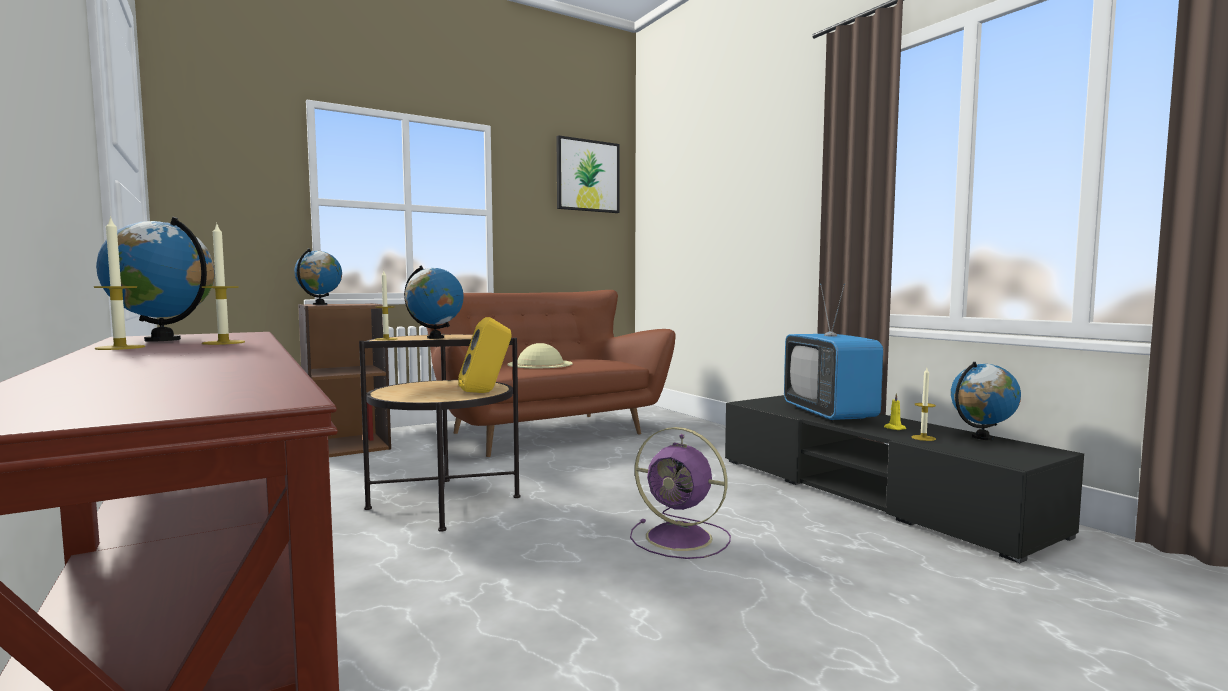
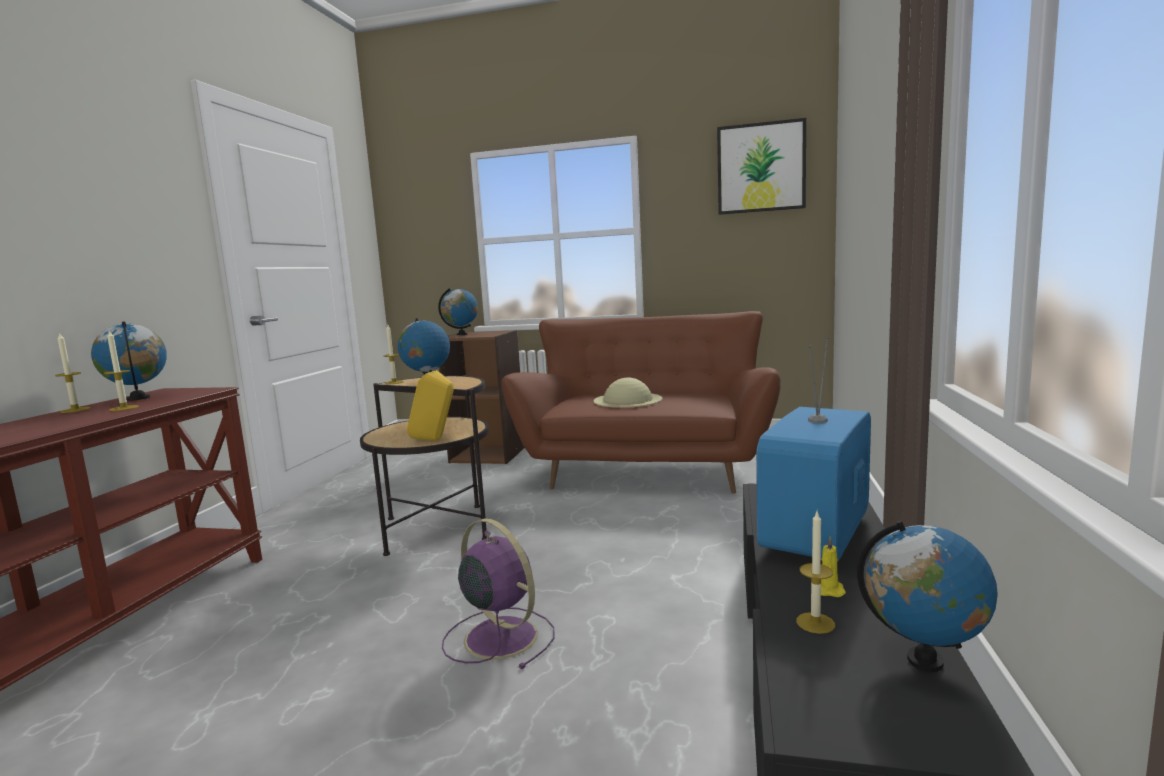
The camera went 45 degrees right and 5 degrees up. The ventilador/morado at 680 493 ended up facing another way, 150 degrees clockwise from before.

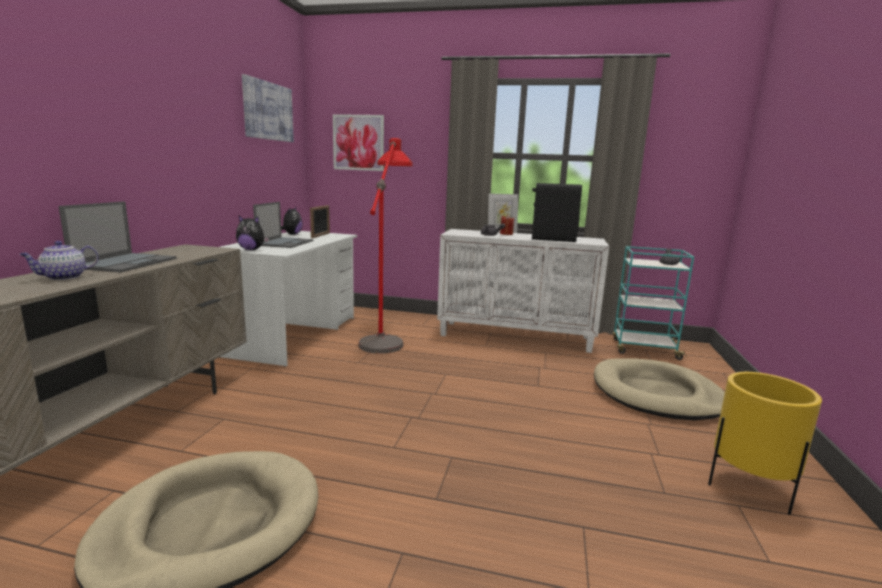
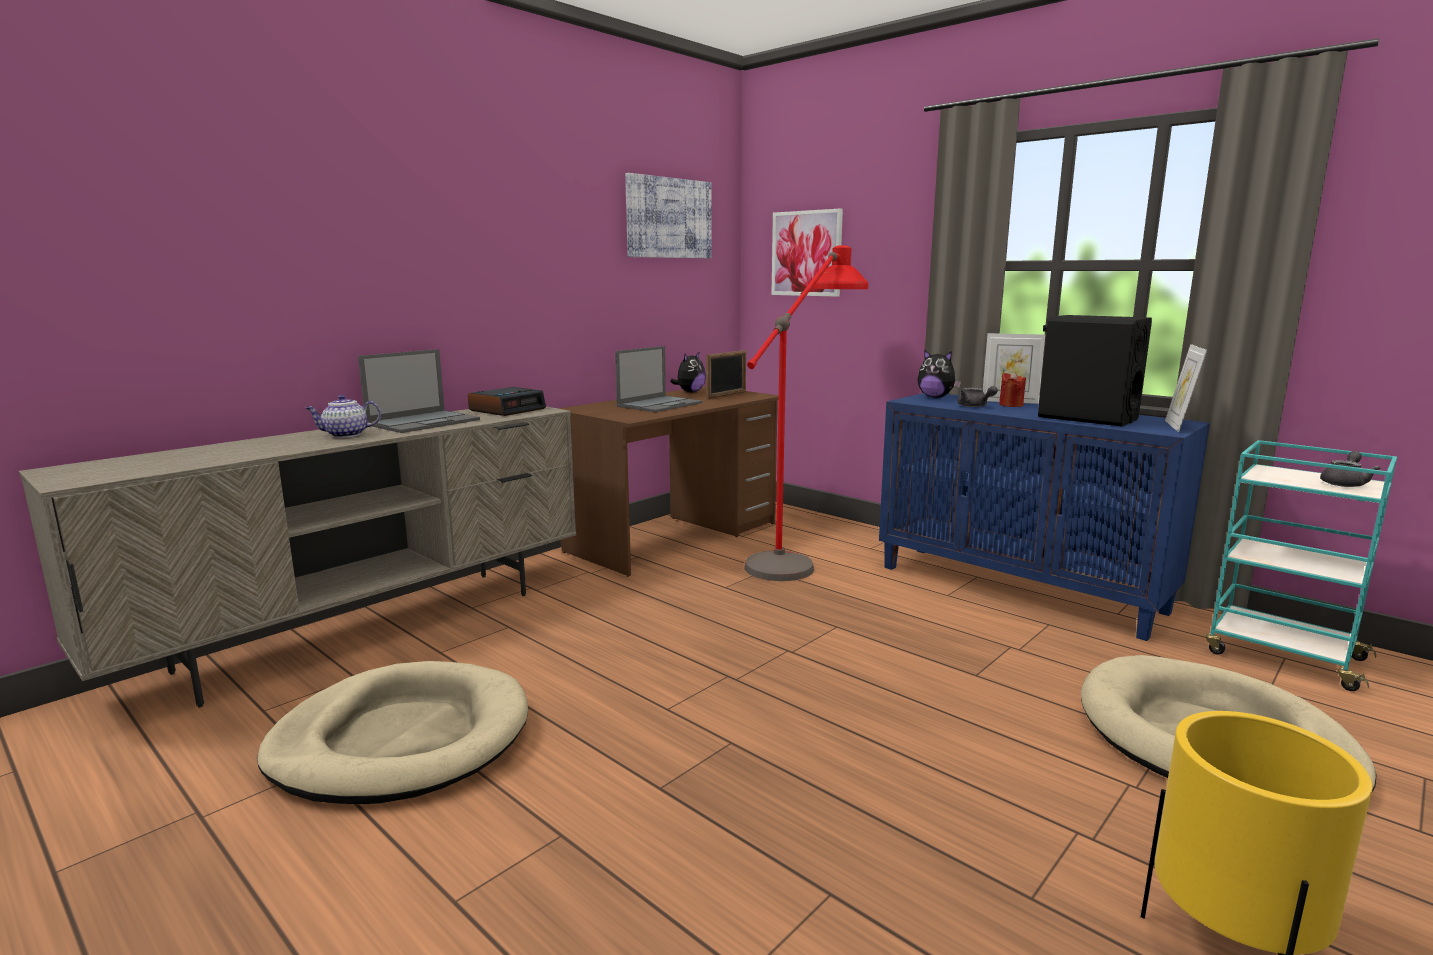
The camera went 30 degrees right and 0 degrees up. What was the escritorio/blanco at 288 299 turned into the escritorio/marrón at 668 481. The peluche ended up elsewhere, having gone from 252 233 to 939 374. What was the armario/blanco at 523 291 turned into the armario/azul at 1044 517. The second view gained the despertador at 507 401. The second view gained the portarretratos at 1186 388.

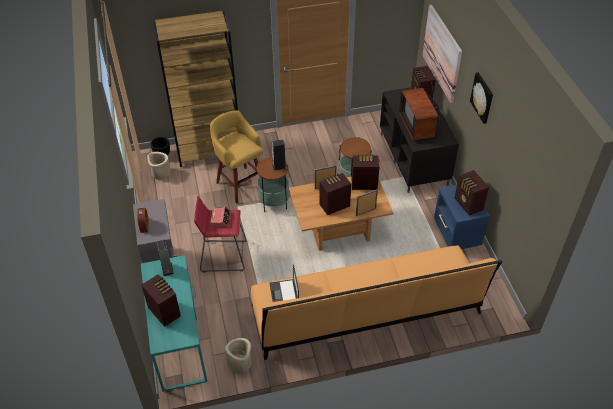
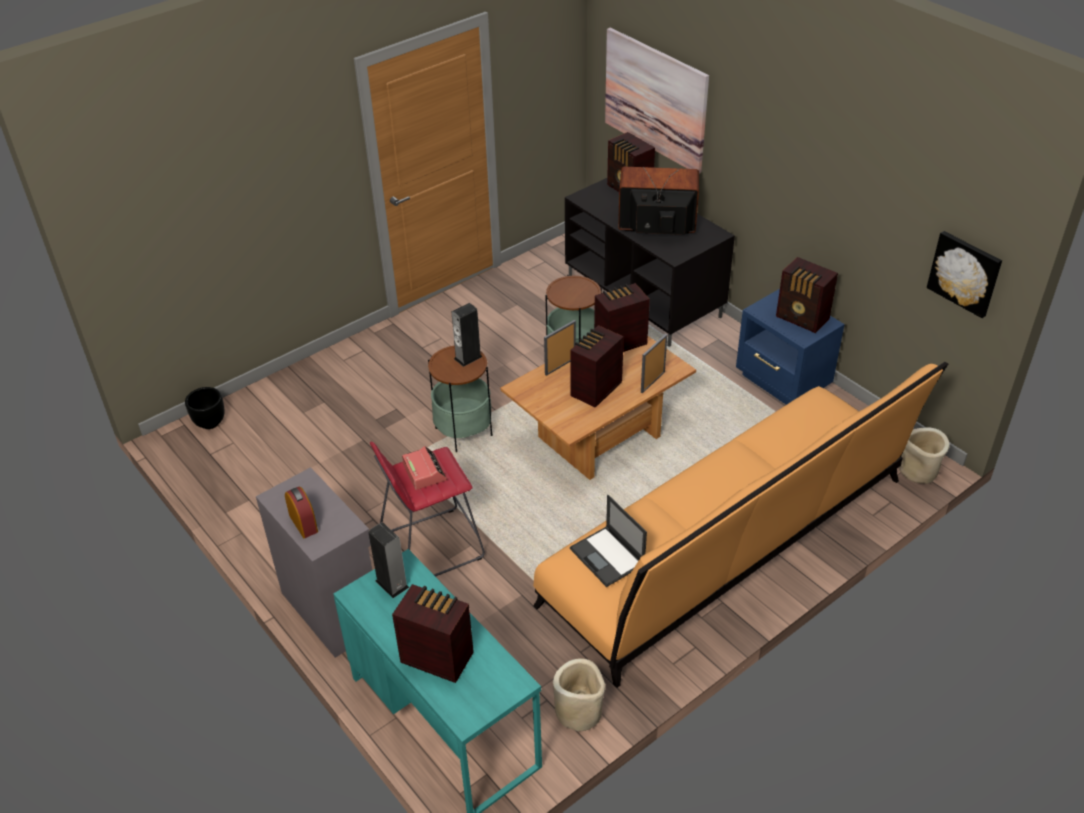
The camera went 25 degrees left and 5 degrees down. The maceta/beis ended up elsewhere, having gone from 158 166 to 924 455. The second view lost the estantería/marrón at 195 89. The second view lost the taburete/amarillo at 236 157. The televisor at 419 111 ended up facing another way, 135 degrees clockwise from before. The cuadro ended up elsewhere, having gone from 481 98 to 964 274.

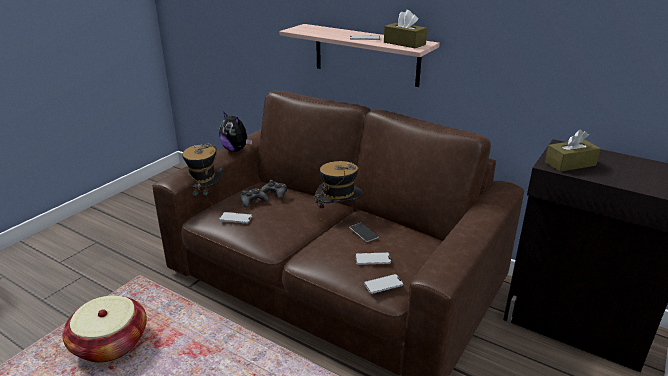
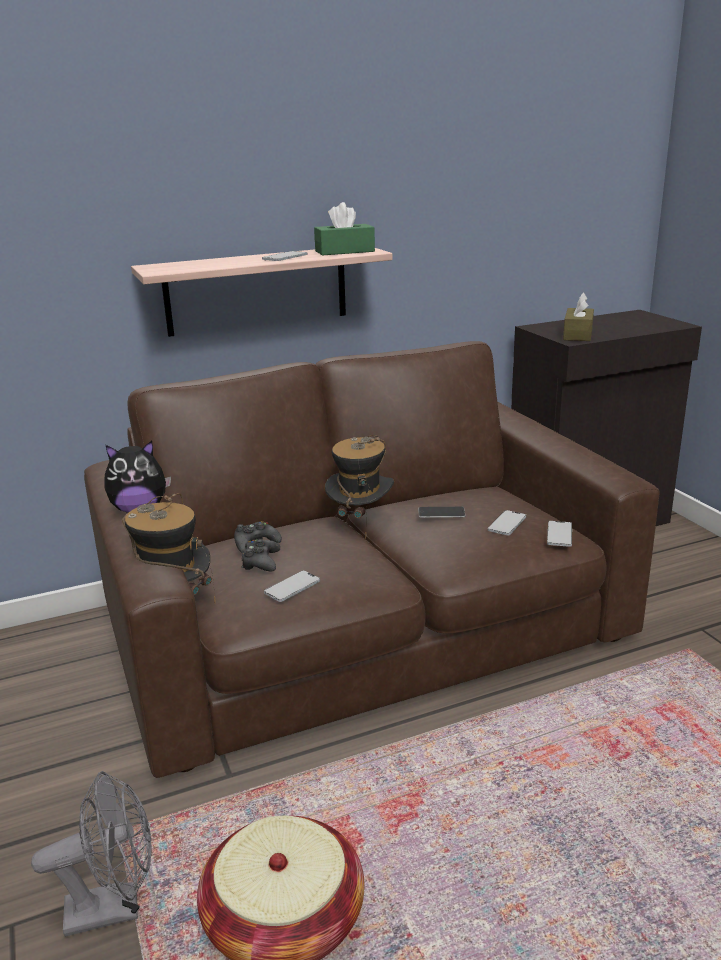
The camera went 55 degrees left and 5 degrees down. What was the caja de pañuelos/marrón at 405 29 turned into the caja de pañuelos/verde at 344 228. The second view gained the ventilador/gris at 91 854.

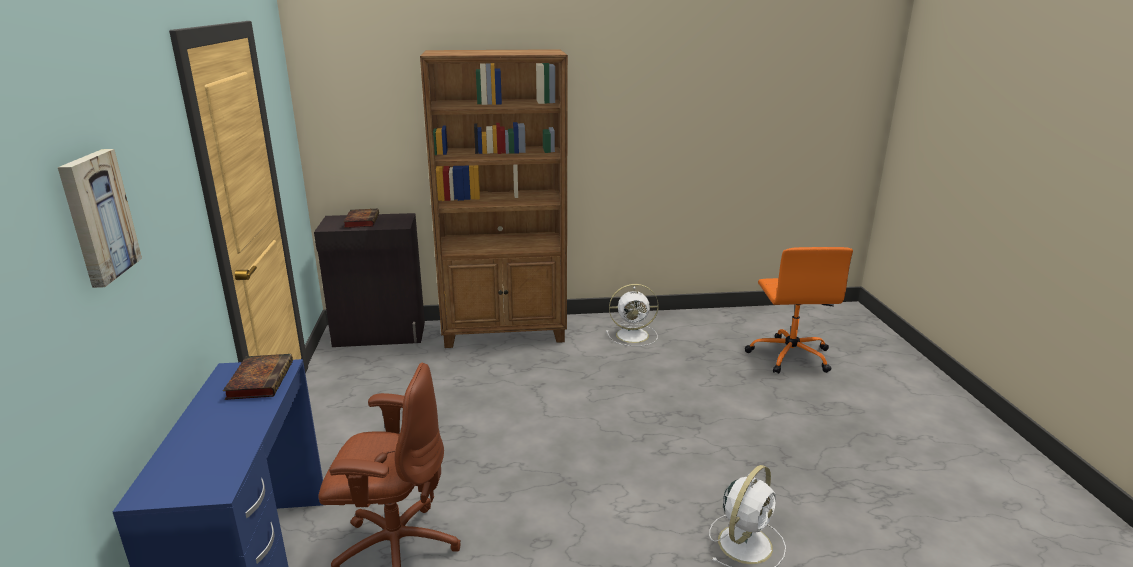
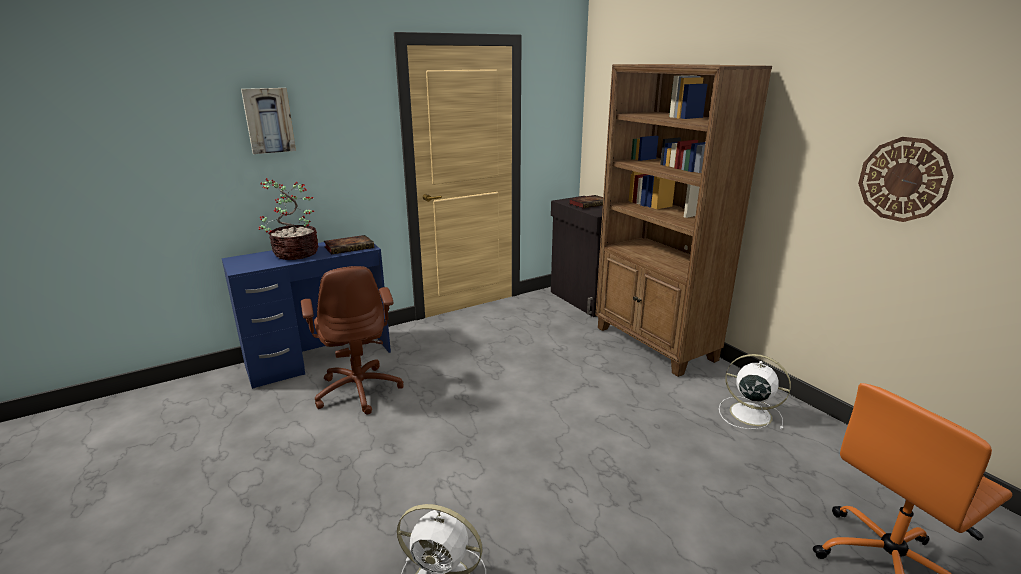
The camera went 65 degrees right and 0 degrees up. The ventilador/blanco at 632 315 ended up facing another way, 150 degrees clockwise from before. The second view gained the planta en maceta at 288 219. The second view gained the reloj de pared at 906 179.

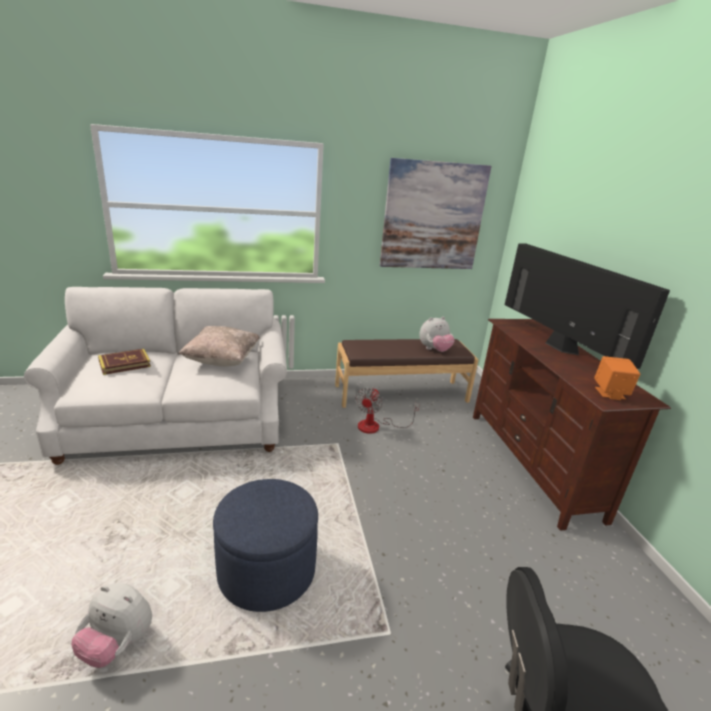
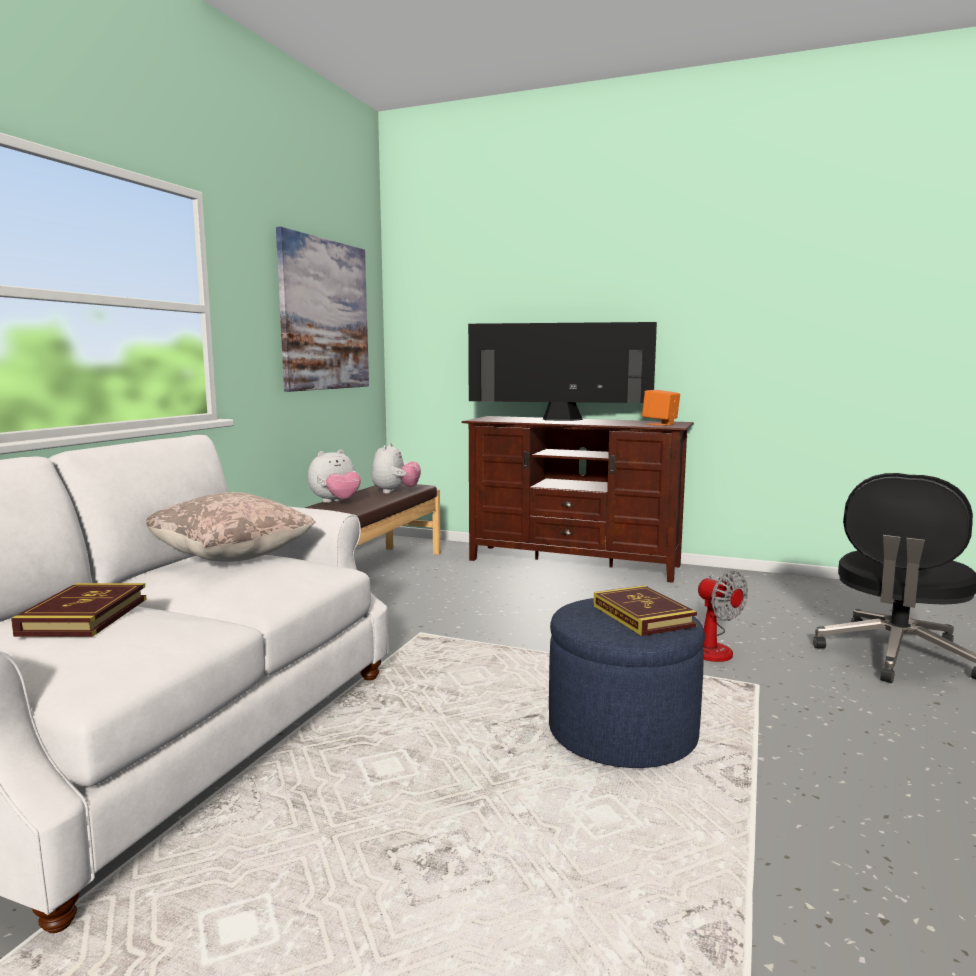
The camera went 55 degrees left and 15 degrees down. The peluche ended up elsewhere, having gone from 111 625 to 334 476. The ventilador ended up elsewhere, having gone from 387 411 to 723 616. The second view gained the libro at 645 610.

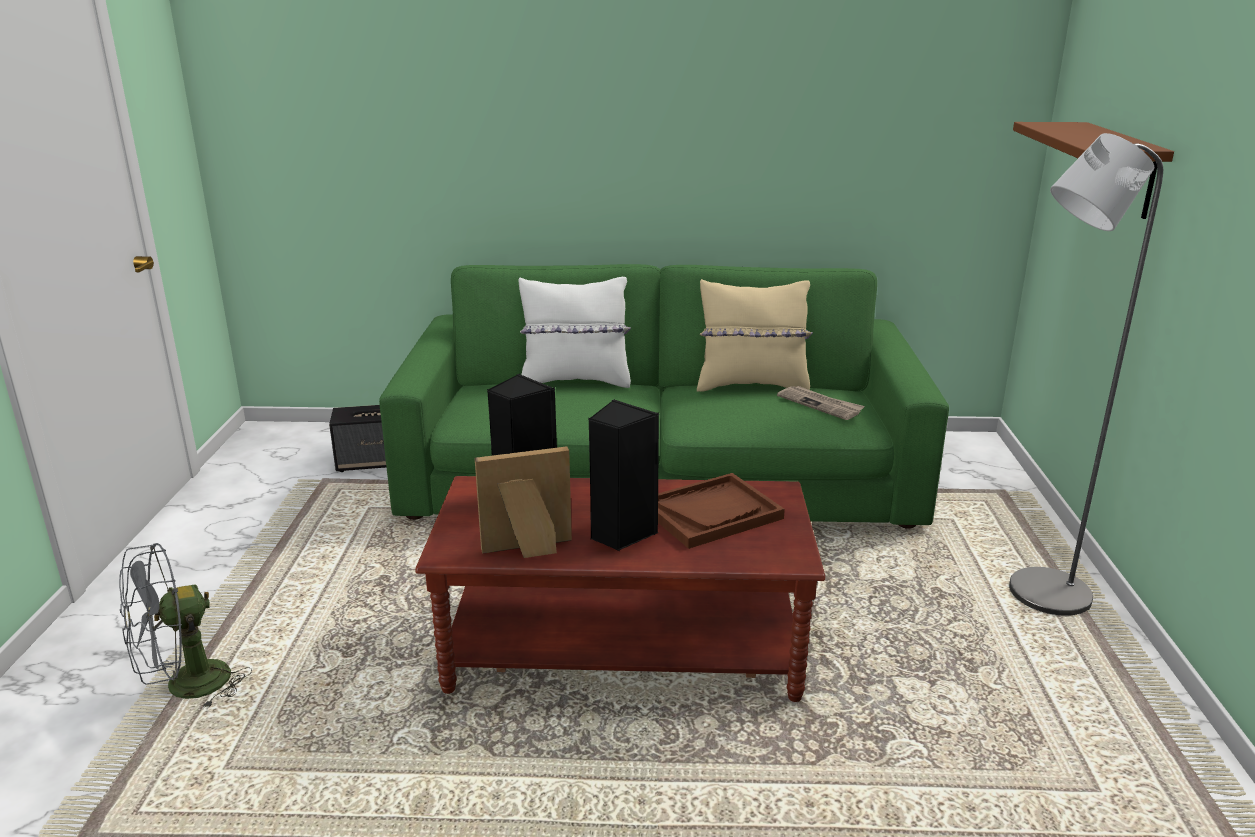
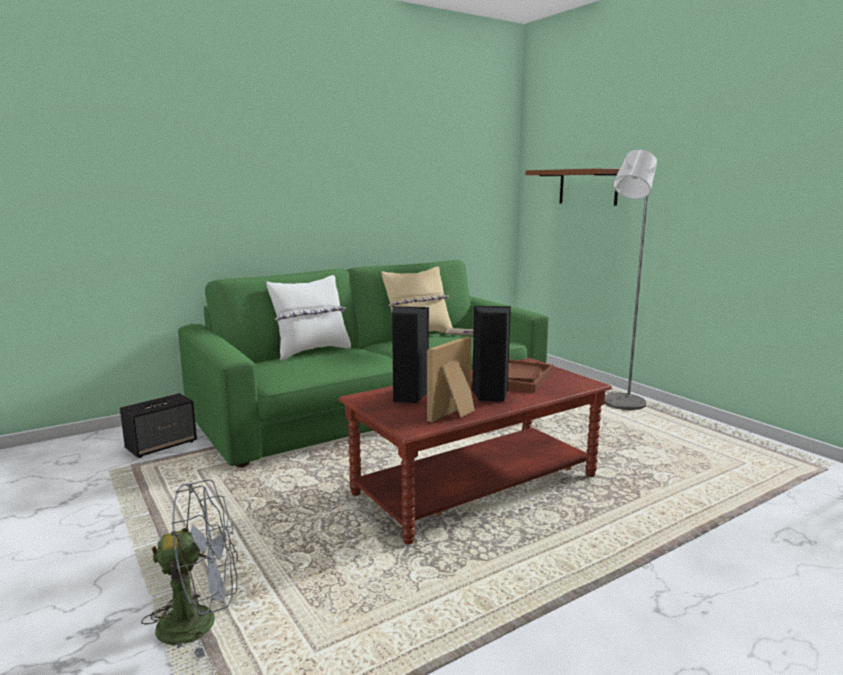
The camera went 35 degrees left and 10 degrees down. The ventilador/gris at 185 626 ended up facing another way, 120 degrees counterclockwise from before.

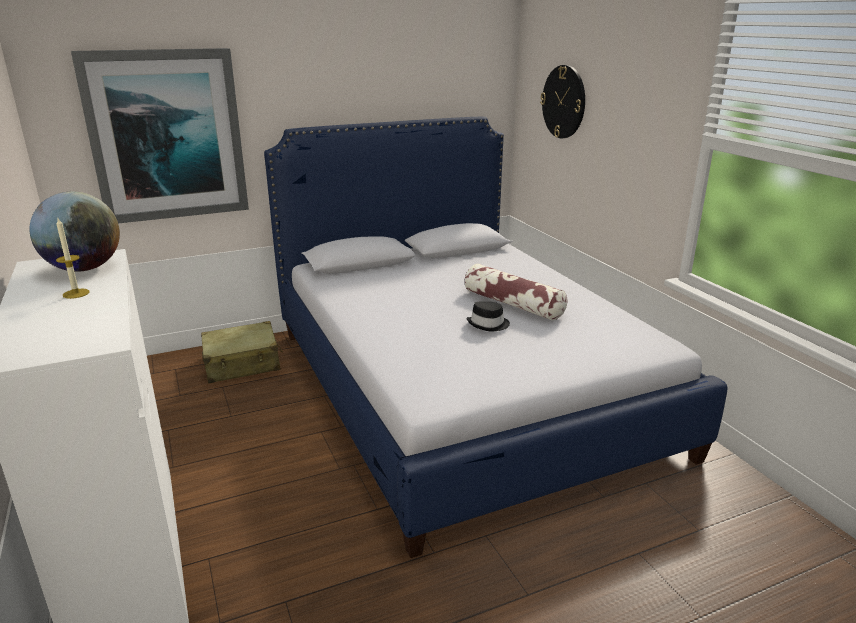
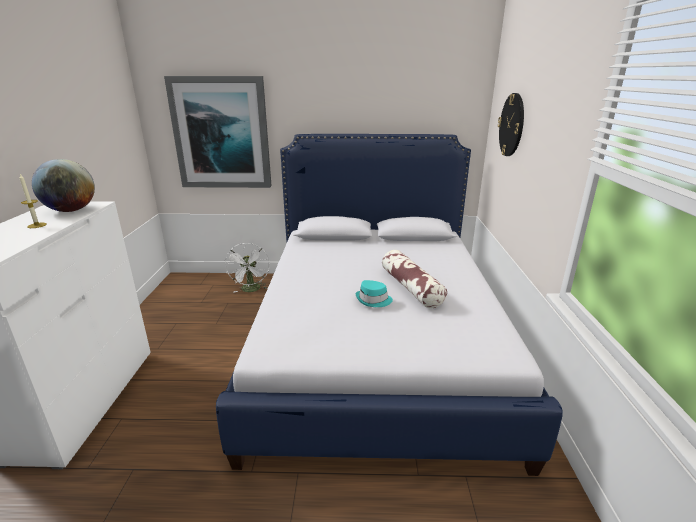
The camera went 25 degrees right and 0 degrees up. Where the maleta/beis stood at 242 352, the ventilador/blanco came to stand at 247 268. What was the sombrero/negro at 488 316 turned into the sombrero/turquesa at 374 293.

